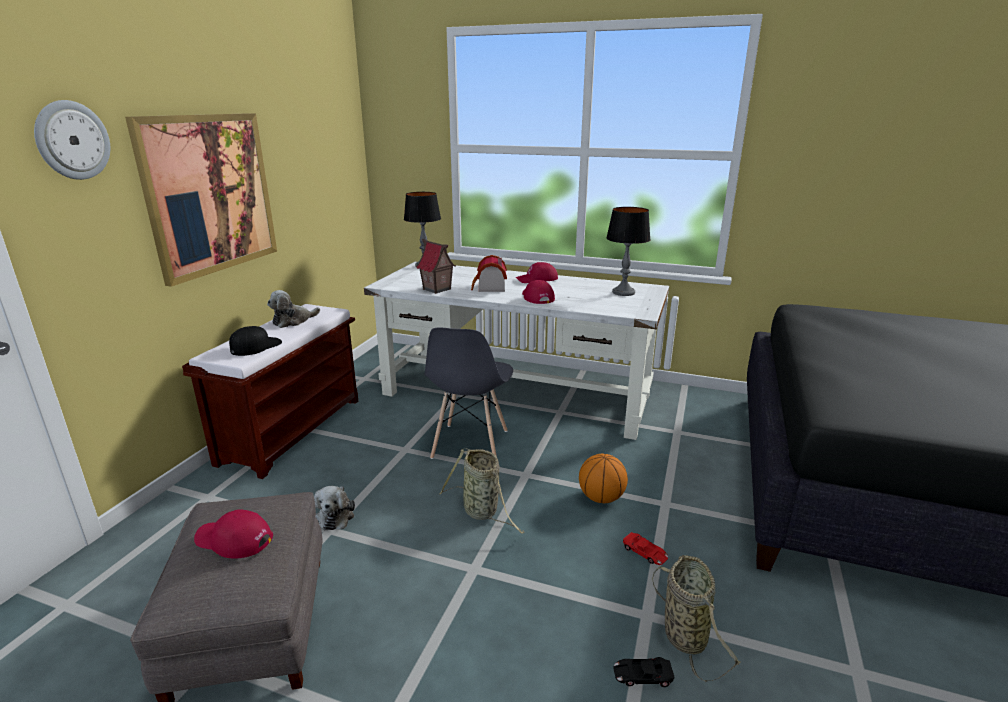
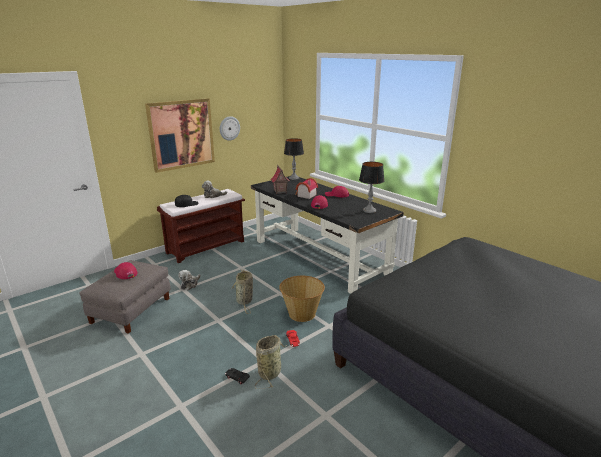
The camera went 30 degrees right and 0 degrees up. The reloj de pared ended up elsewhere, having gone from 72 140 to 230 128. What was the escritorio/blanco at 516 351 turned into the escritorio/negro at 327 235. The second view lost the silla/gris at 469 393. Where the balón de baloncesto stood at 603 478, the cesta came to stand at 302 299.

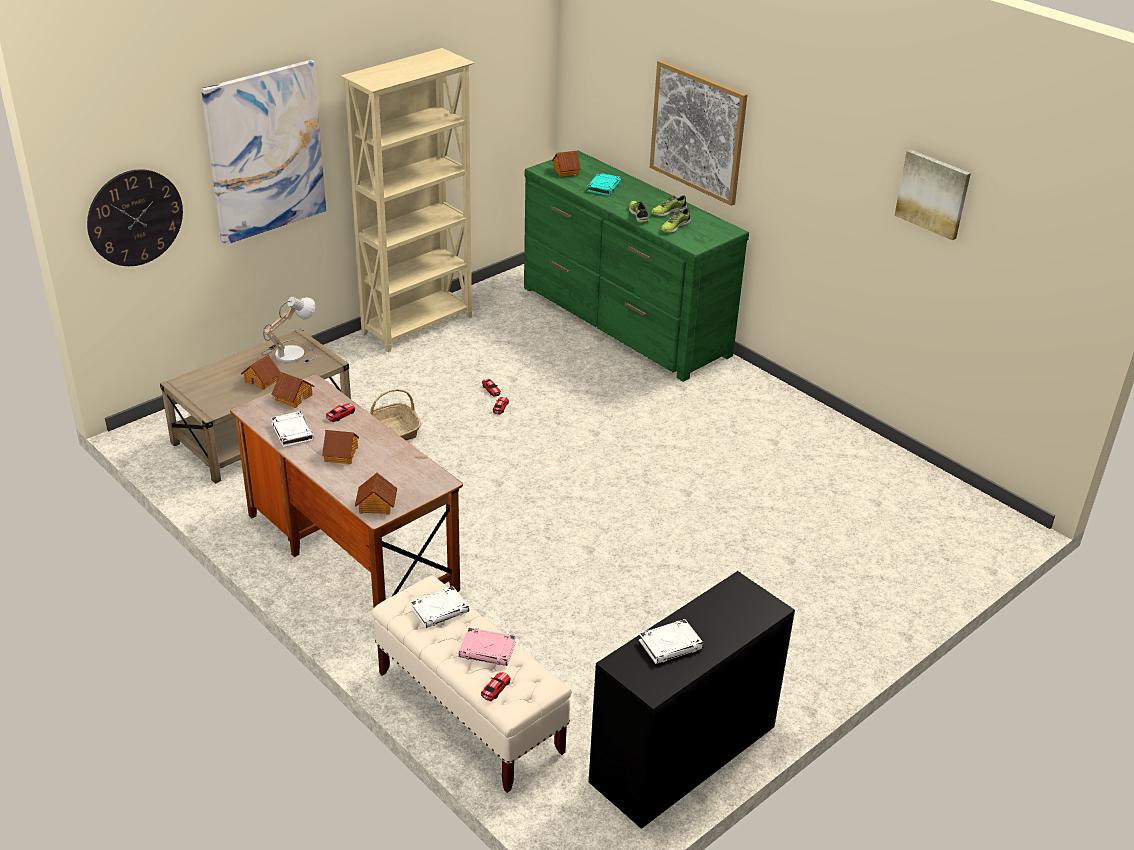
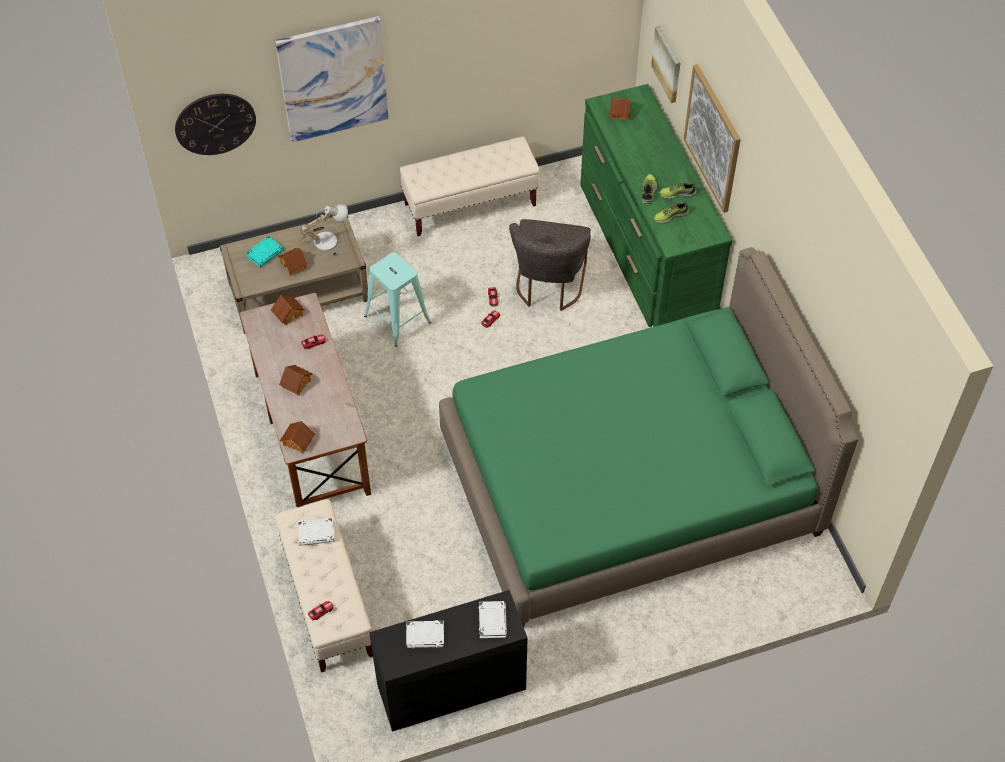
The camera went 25 degrees right and 20 degrees up. The libro/blanco ended up elsewhere, having gone from 292 429 to 493 619. Where the estantería/beis stood at 407 200, the banco/beis came to stand at 469 186. Where the cesta stood at 395 414, the taburete/turquesa came to stand at 397 299. The second view lost the libro/rosa at 487 647. The libro/turquesa ended up elsewhere, having gone from 604 184 to 265 251. The cuadro ended up elsewhere, having gone from 932 195 to 665 64. The second view gained the cama/verde at 648 437. The second view gained the silla/gris at 550 265.

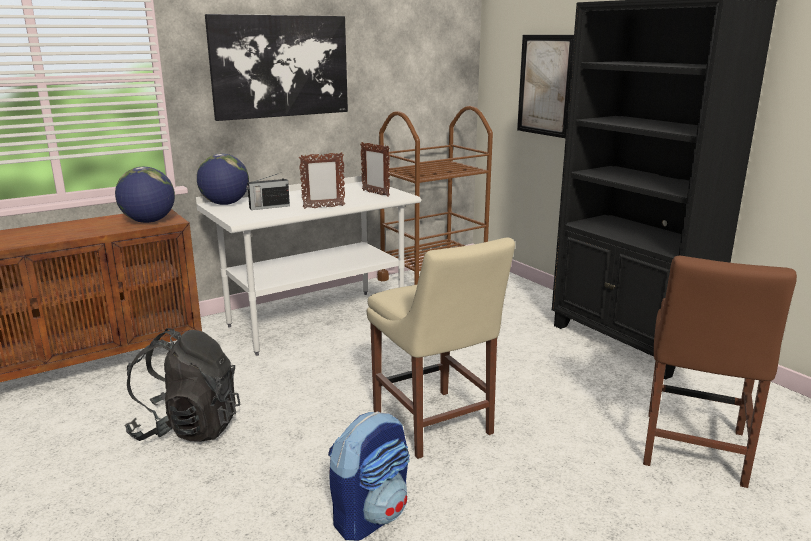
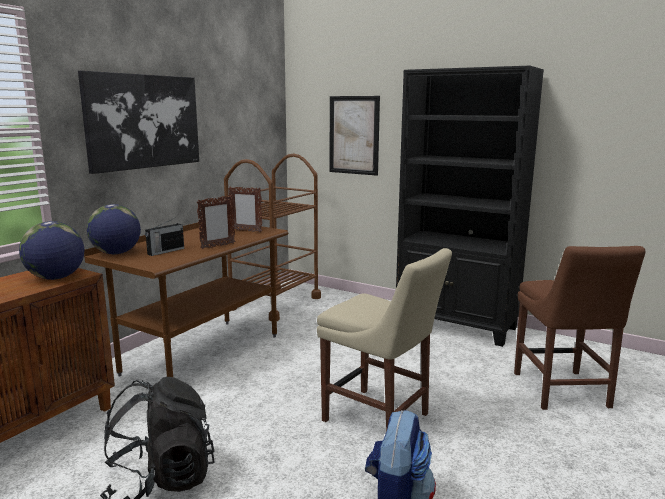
The camera went 25 degrees left and 5 degrees down. What was the escritorio/blanco at 308 266 turned into the escritorio/marrón at 186 299.

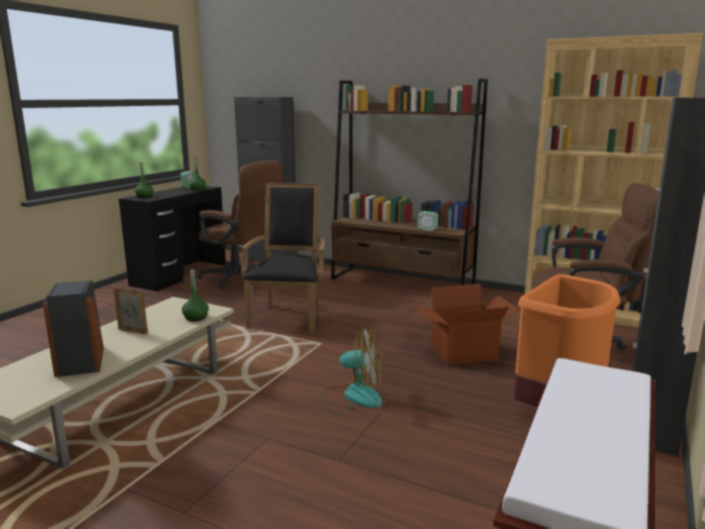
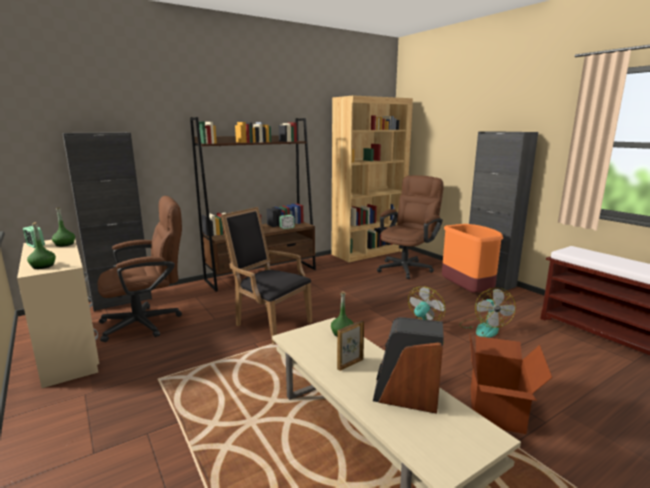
The camera went 60 degrees left and 0 degrees up. What was the escritorio/negro at 172 238 turned into the escritorio/beis at 58 314. The caja de cartón ended up elsewhere, having gone from 467 324 to 511 384. The second view gained the ventilador at 487 313.

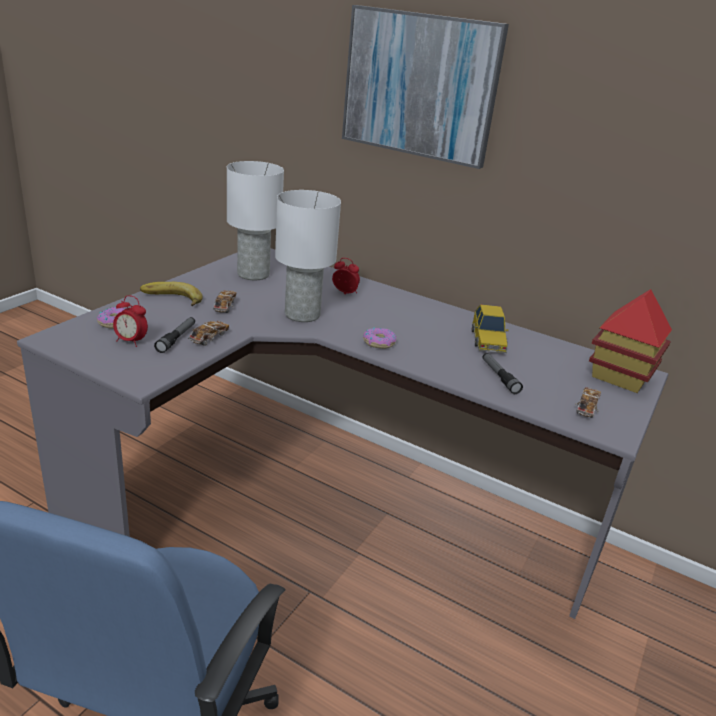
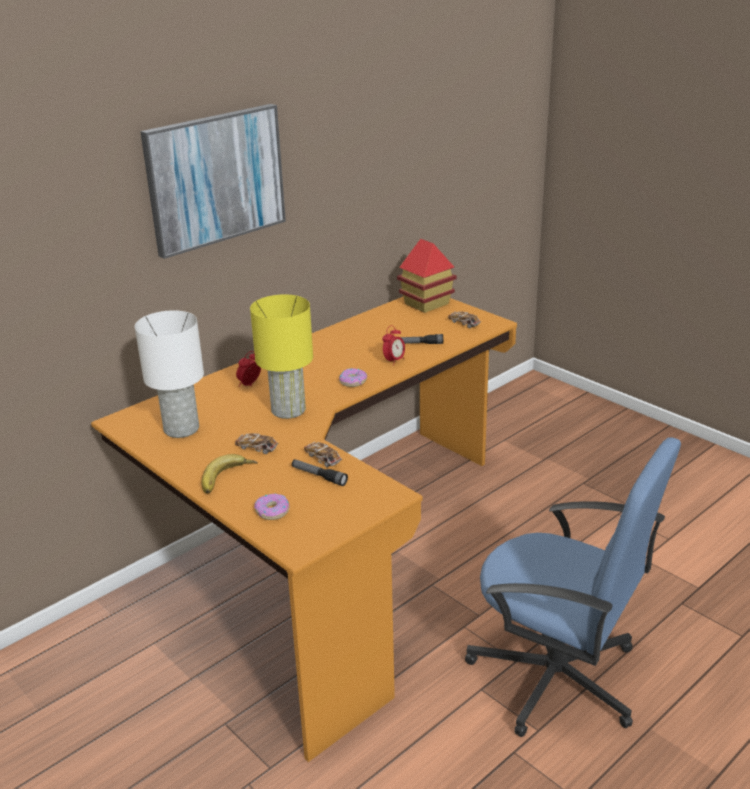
The camera went 70 degrees left and 0 degrees up. What was the escritorio/gris at 343 434 turned into the escritorio/naranja at 304 529. The despertador ended up elsewhere, having gone from 130 321 to 393 345. What was the lámpara de mesa/blanco at 308 256 turned into the lámpara de mesa/amarillo at 281 356. The second view lost the coche de juguete at 490 328.

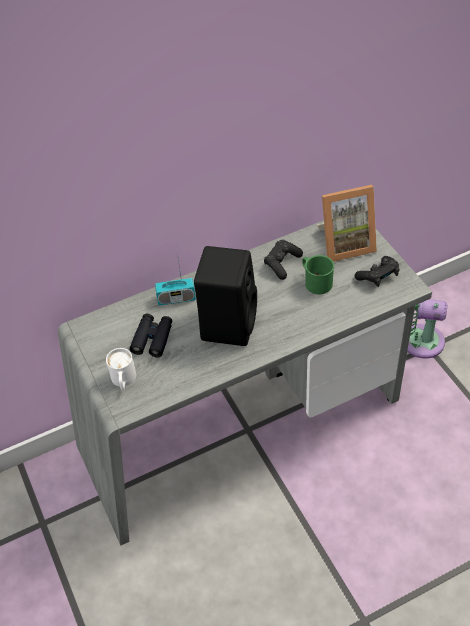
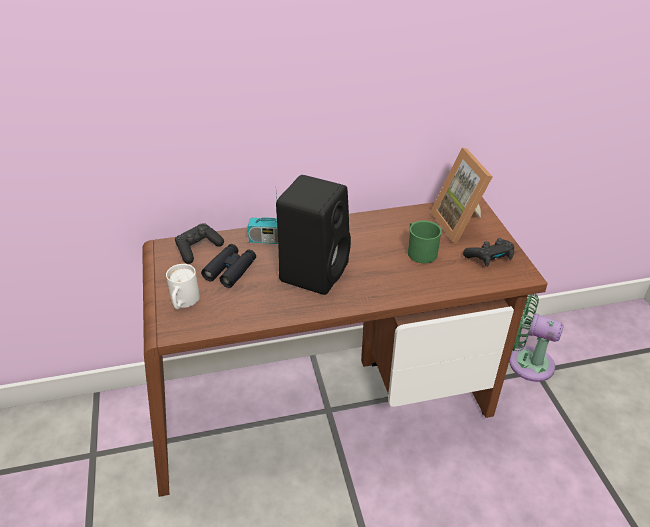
The camera went 10 degrees right and 10 degrees down. What was the escritorio/gris at 245 383 turned into the escritorio/marrón at 345 347. The mando de consola/negro ended up elsewhere, having gone from 283 260 to 199 243. The portarretratos at 347 223 ended up facing another way, 75 degrees clockwise from before.

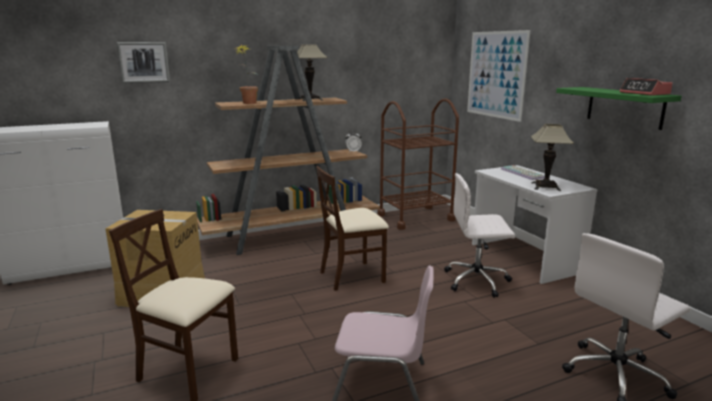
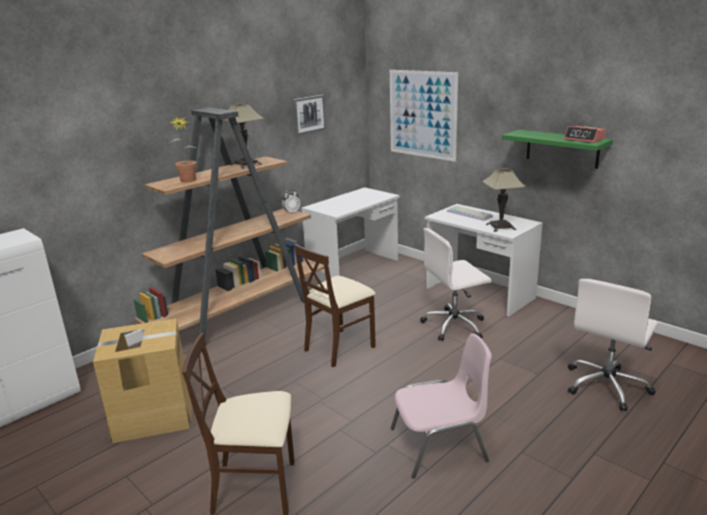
The camera went 20 degrees left and 5 degrees up. The cuadro ended up elsewhere, having gone from 143 62 to 309 115. Where the carrito/marrón stood at 418 164, the escritorio/blanco came to stand at 350 234.

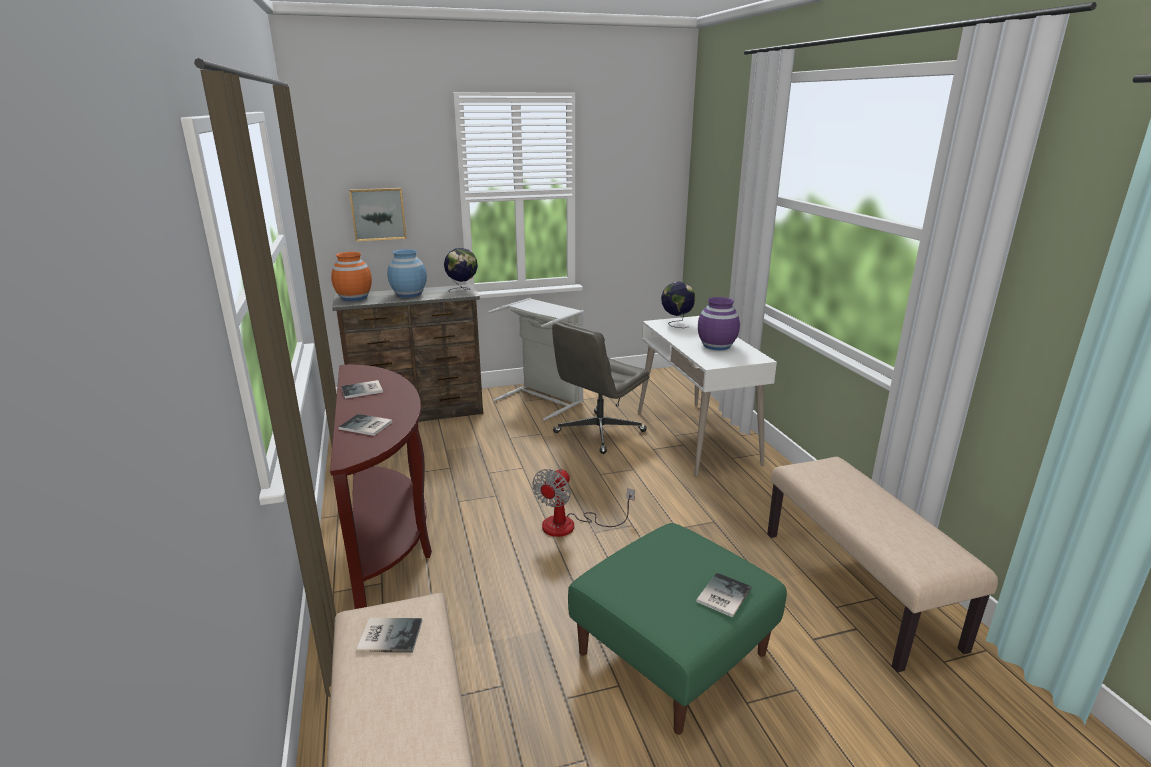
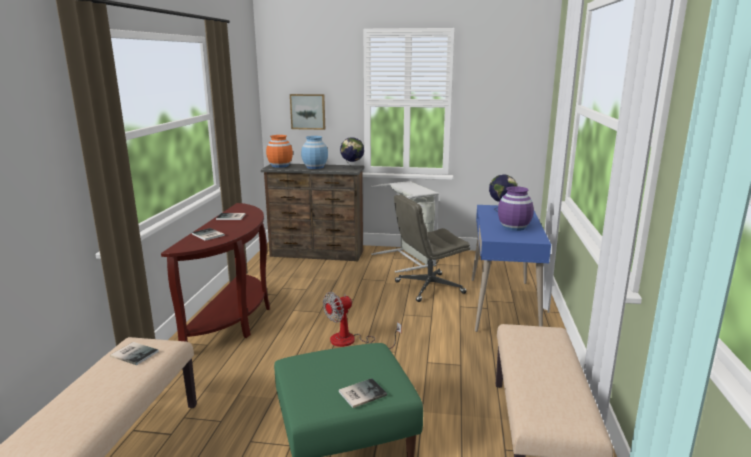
The camera went 25 degrees right and 5 degrees down. What was the escritorio/blanco at 707 396 turned into the escritorio/azul at 511 268.

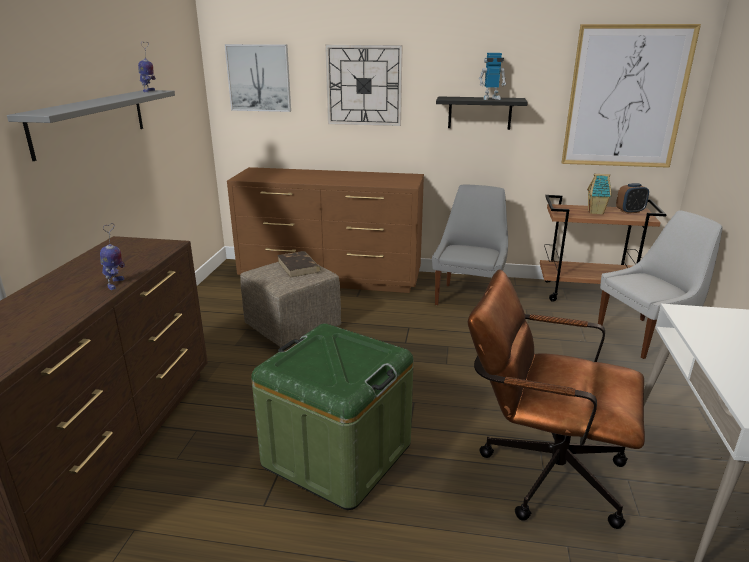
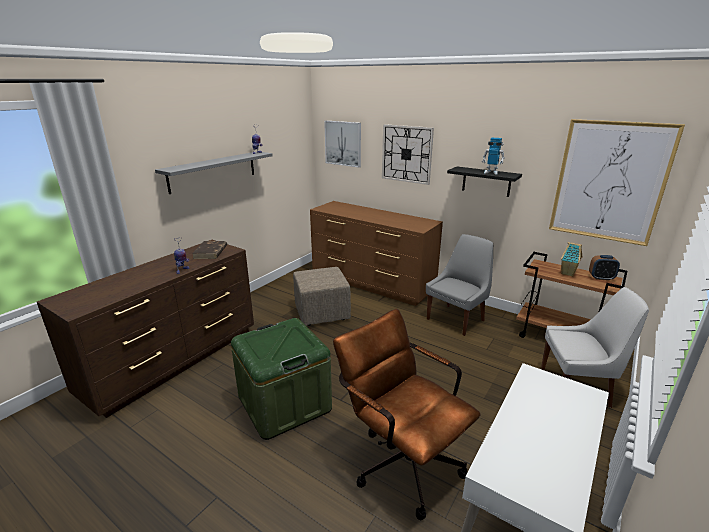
The camera went 25 degrees right and 0 degrees up. The libro/marrón ended up elsewhere, having gone from 299 264 to 209 250.

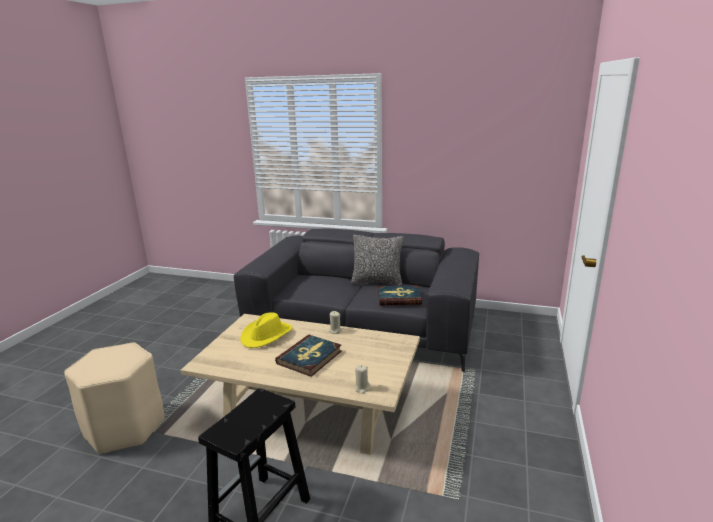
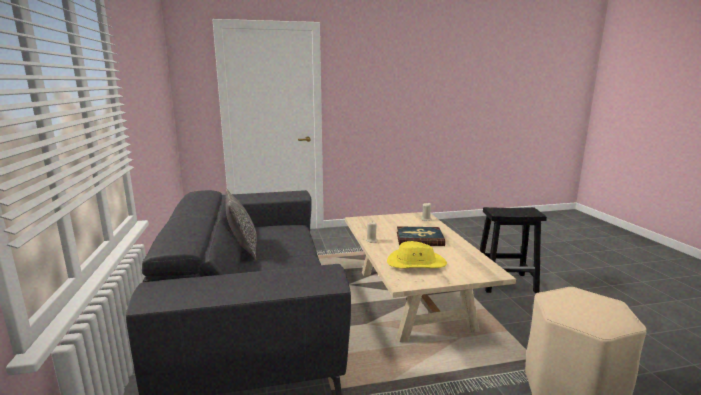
The camera went 120 degrees left and 5 degrees down. The second view lost the libro at 400 295.

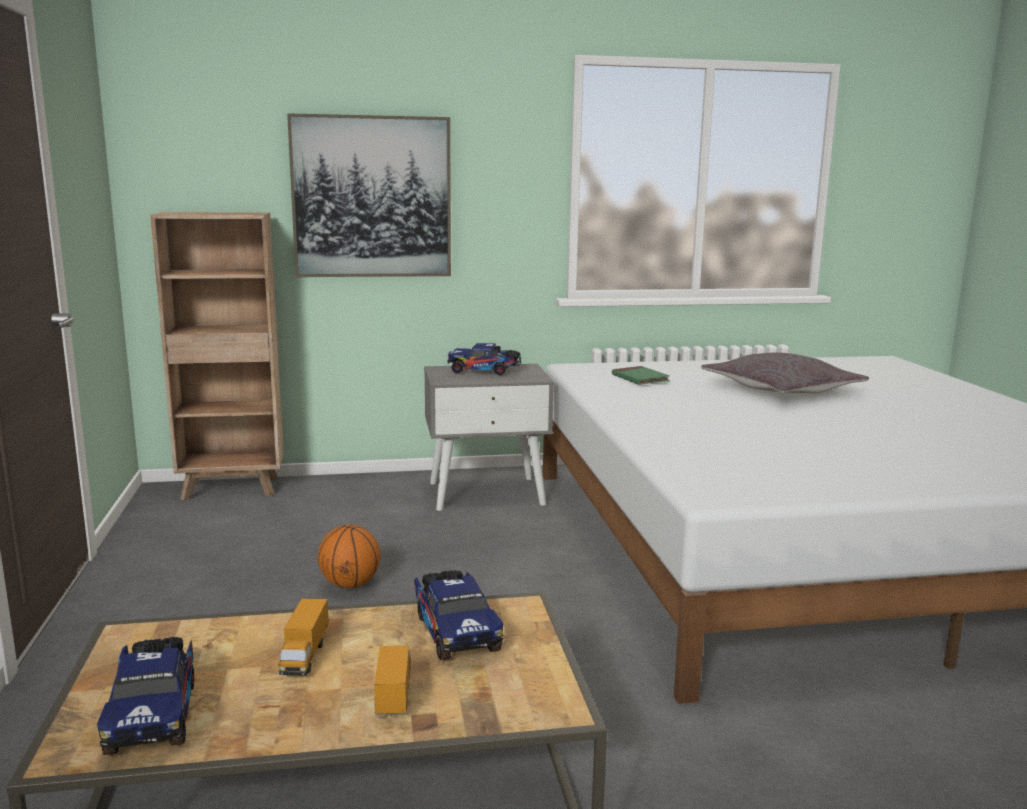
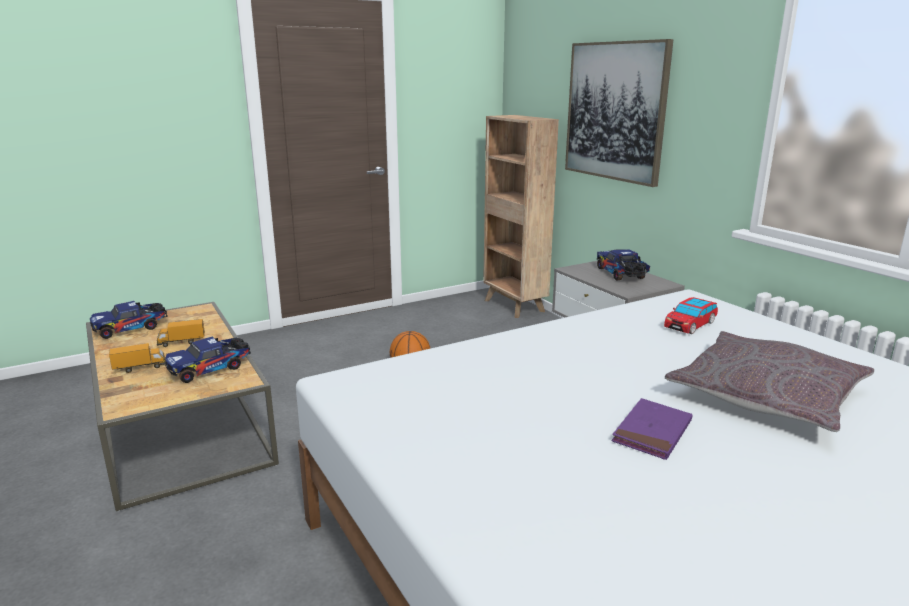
The camera went 70 degrees right and 5 degrees up. Where the libro/verde stood at 641 375, the coche de juguete came to stand at 691 315. The second view gained the libro/morado at 652 429.

